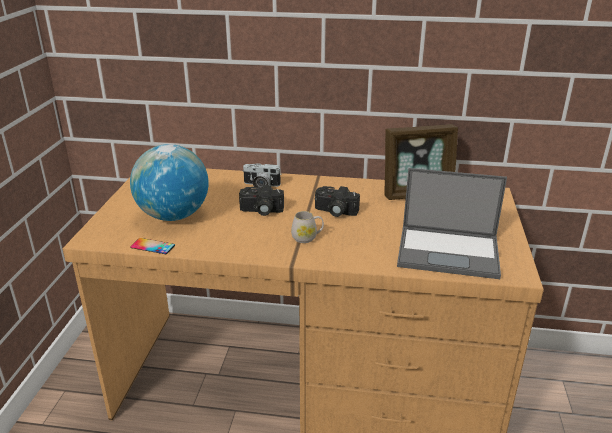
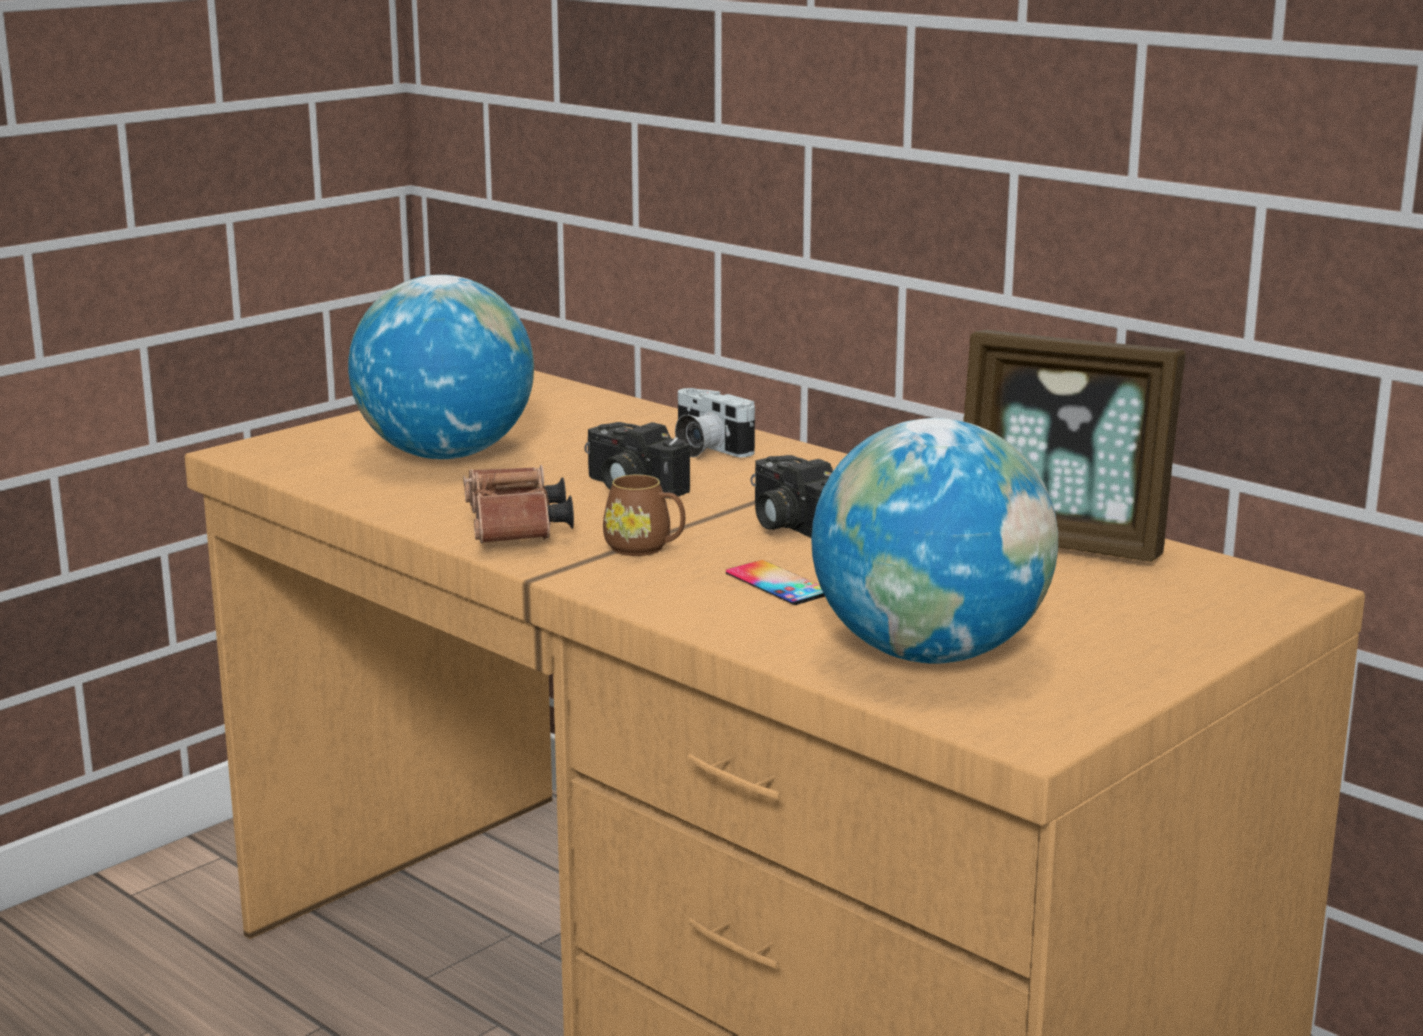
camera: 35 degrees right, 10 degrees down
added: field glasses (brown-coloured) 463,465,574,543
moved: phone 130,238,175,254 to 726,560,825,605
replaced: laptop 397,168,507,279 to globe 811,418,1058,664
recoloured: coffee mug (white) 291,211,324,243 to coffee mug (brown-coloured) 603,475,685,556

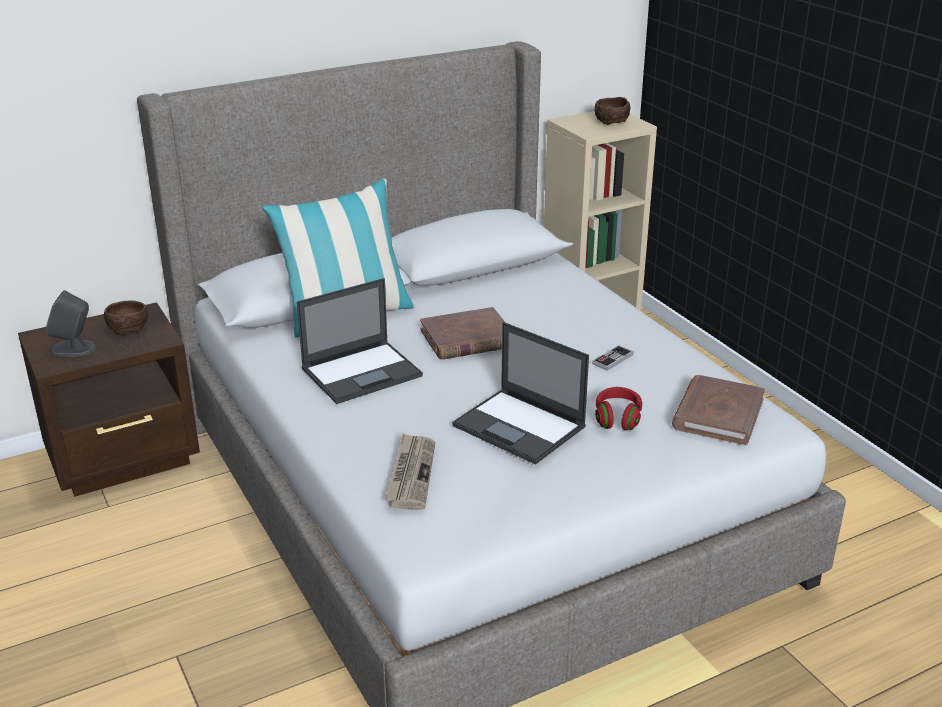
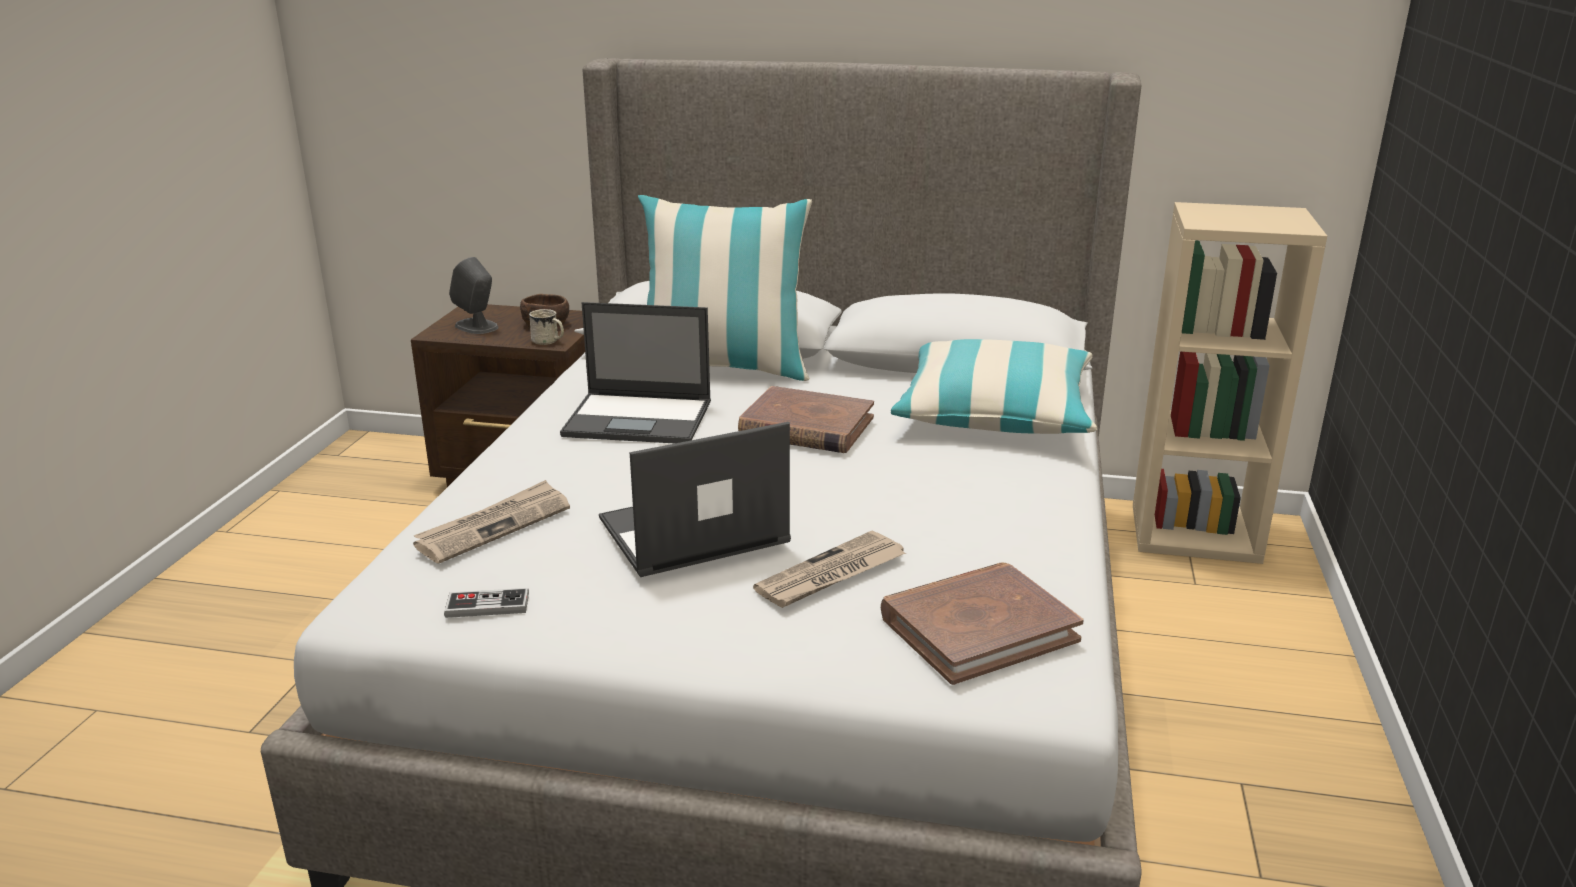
camera: 40 degrees right, 5 degrees down
removed: serving bowl (brown-coloured) 594,97,630,125
added: coffee mug (white) 529,309,564,345; throw pillow 891,339,1097,434
moved: game controller 592,345,633,371 to 444,588,529,618
replaced: headset (red-coloured) 595,387,642,431 to newspaper 753,531,906,608
turned: laptop 452,322,589,465 = 599,422,791,577 75 degrees clockwise

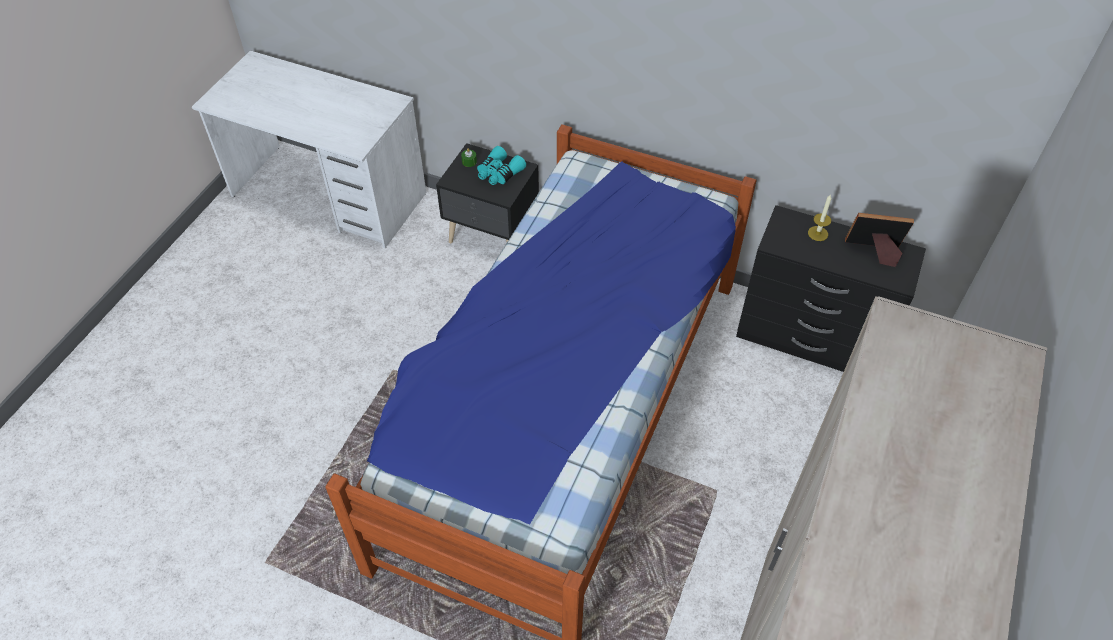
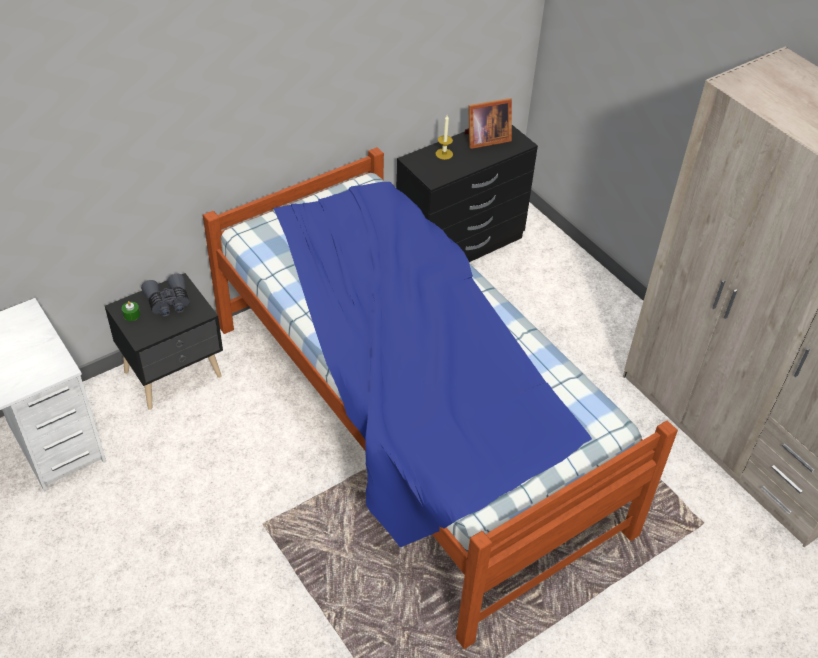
camera: 60 degrees left, 5 degrees down
recoloured: field glasses (turquoise) 477,146,526,185 to field glasses (grey) 141,273,190,316
turned: picture frame 845,213,914,267 = 465,98,512,149 150 degrees counterclockwise

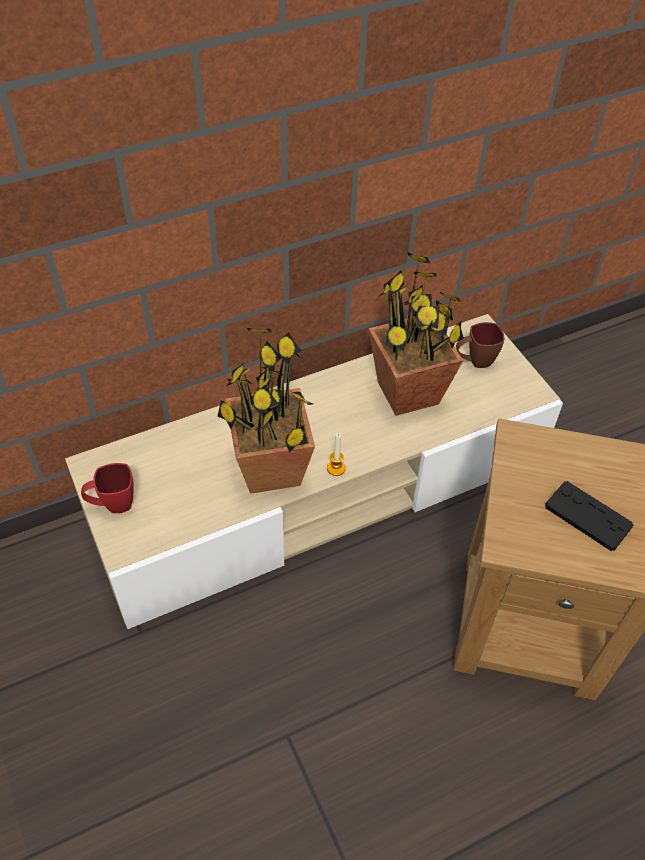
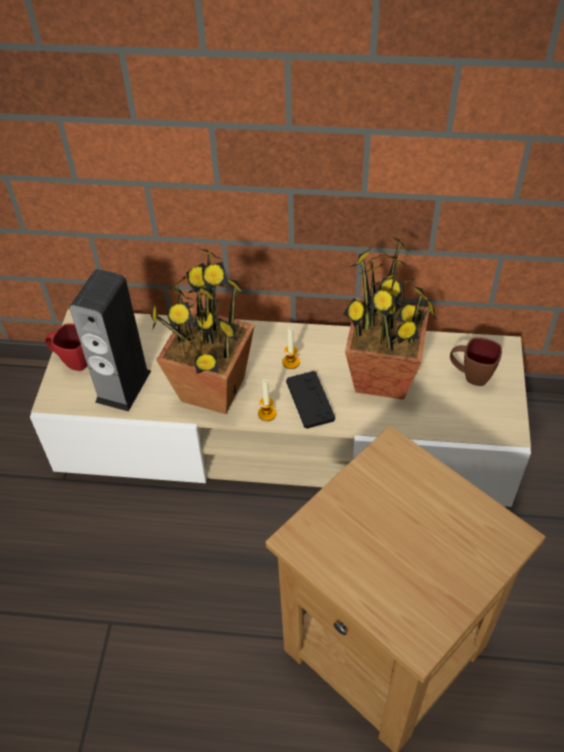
camera: 35 degrees right, 0 degrees up
added: audio speaker 69,269,151,412; wax light 282,327,300,369
moved: game controller (black-coloured) 545,481,633,551 to 286,371,335,429

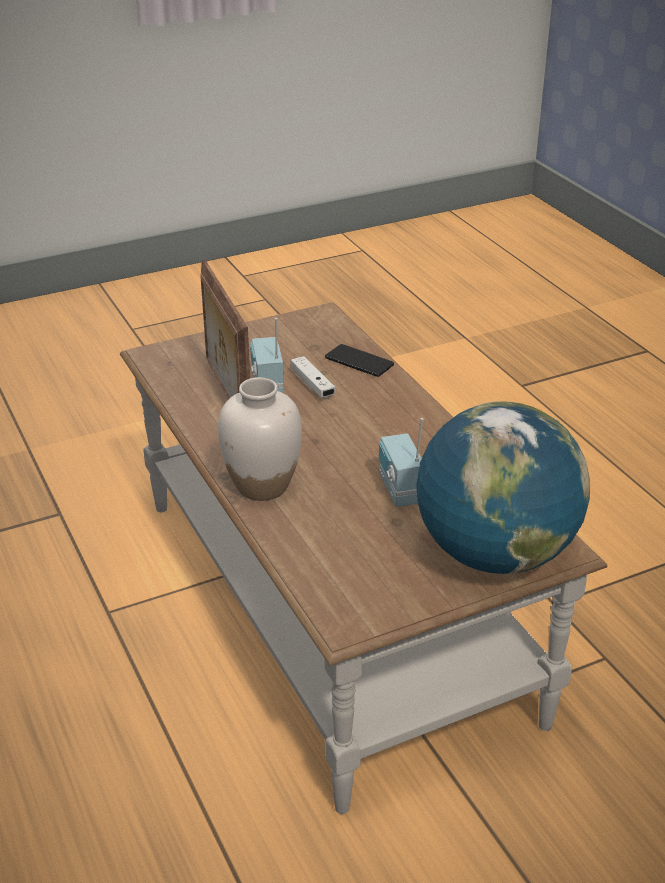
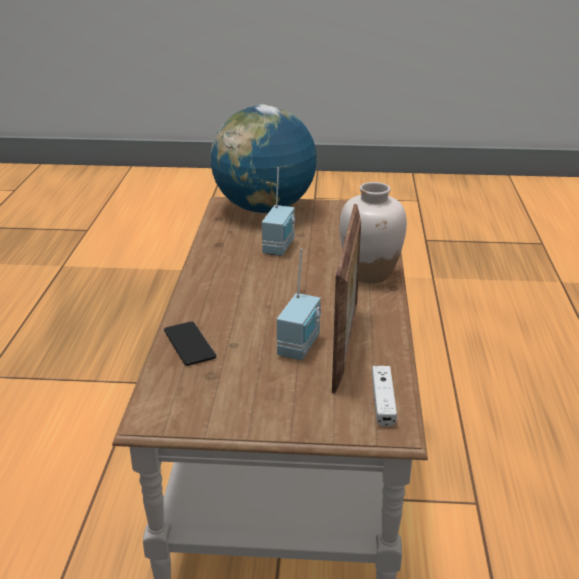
camera: 150 degrees left, 5 degrees down
moved: game controller (white) 291,356,336,398 to 372,366,397,427

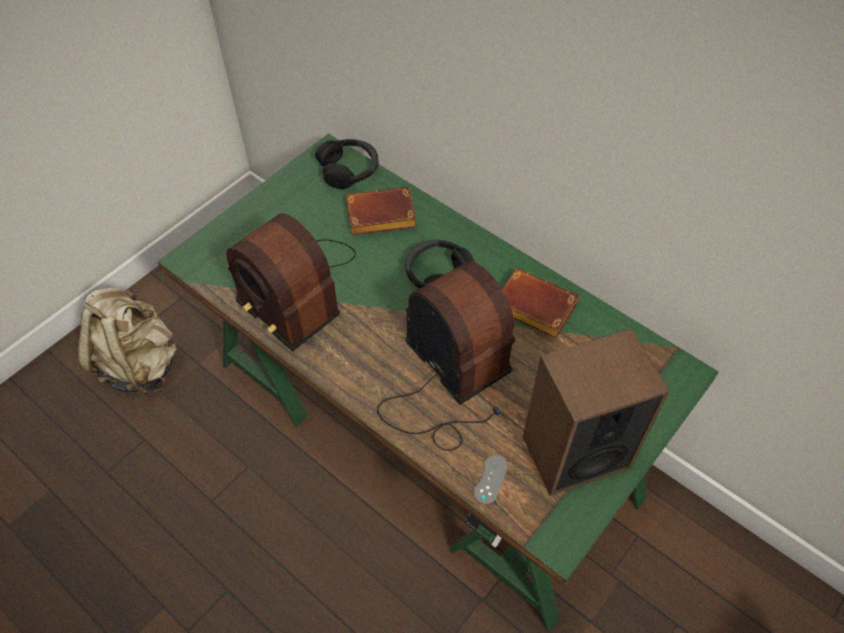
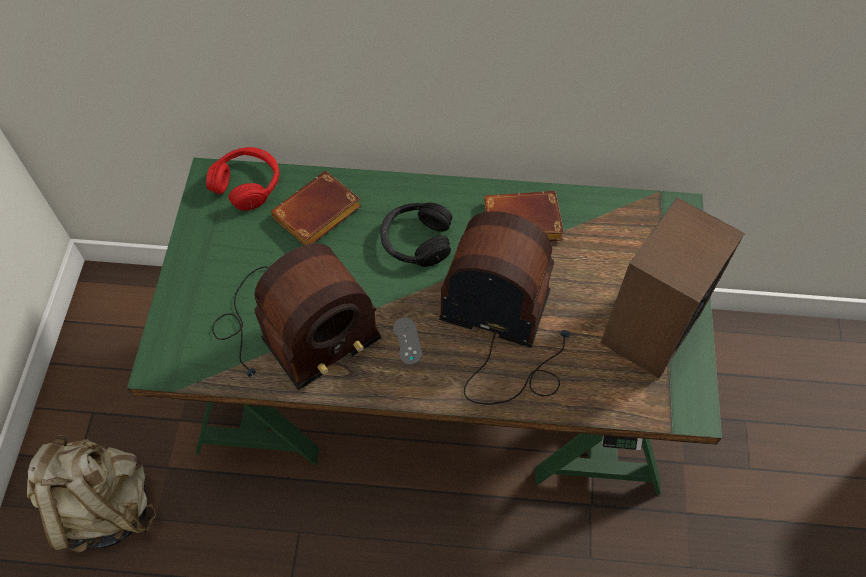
camera: 35 degrees left, 5 degrees up
moved: game controller (grey) 474,455,508,504 to 393,318,422,364
recoloured: headset (black-coloured) 315,139,379,189 to headset (red-coloured) 206,147,279,211
turned: radio receiver 226,213,356,352 = 212,243,381,390 45 degrees counterclockwise

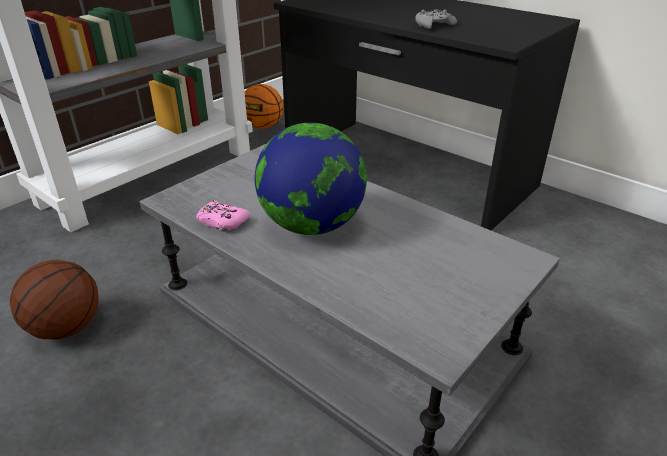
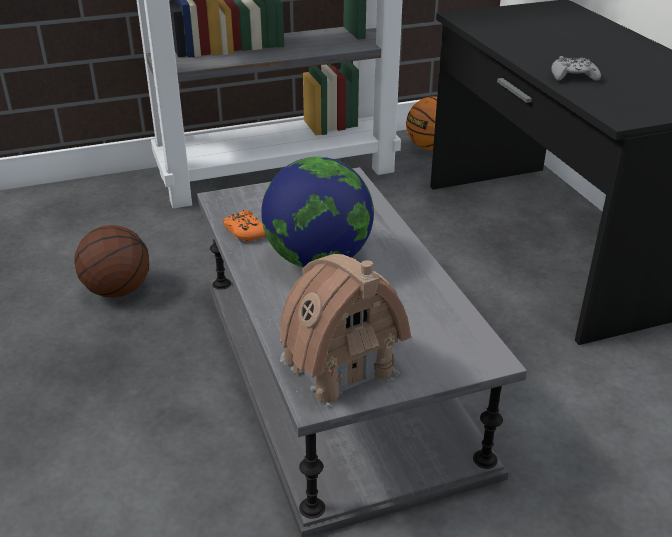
camera: 30 degrees right, 0 degrees up
added: model house 280,254,411,407
recoloured: game controller (pink-coloured) 196,200,251,230 to game controller (orangey) 223,210,266,242

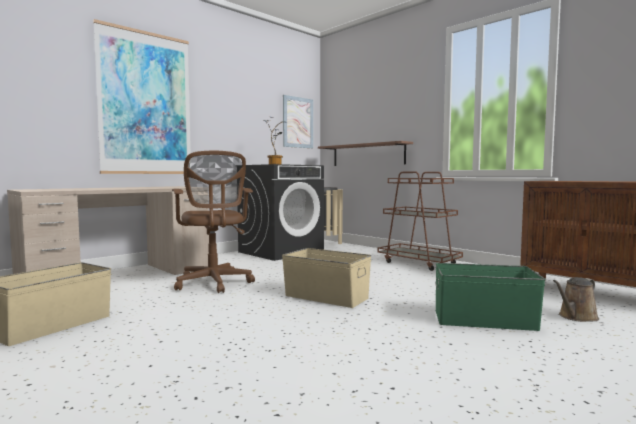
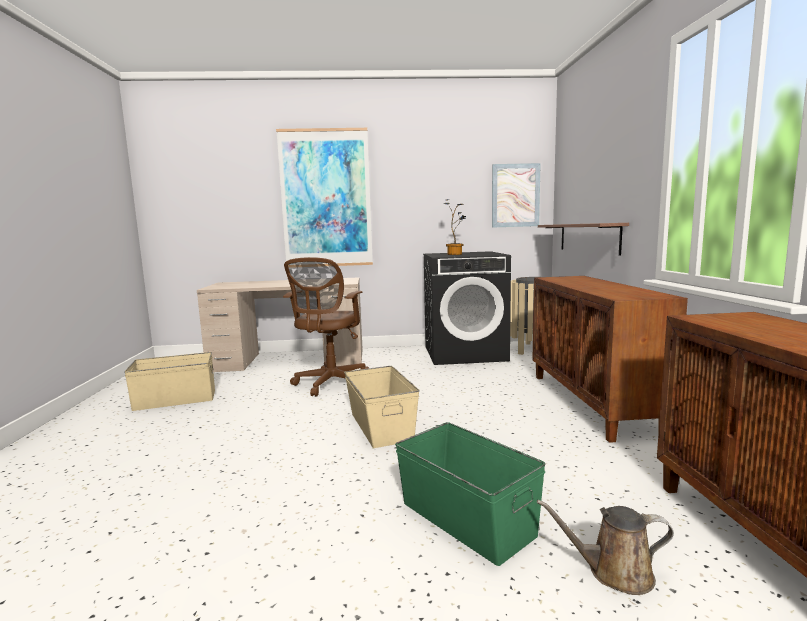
camera: 40 degrees right, 5 degrees up
replaced: wheeled cart (brown-coloured) 377,172,463,271 to storage cabinet (brown-coloured) 532,276,688,443

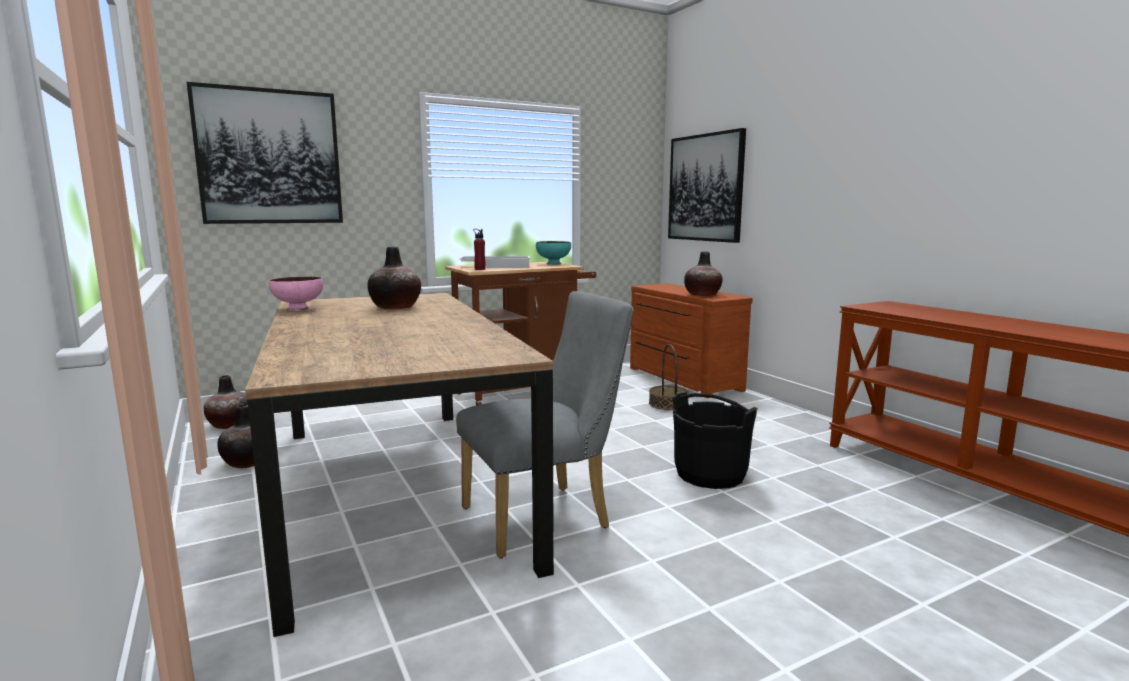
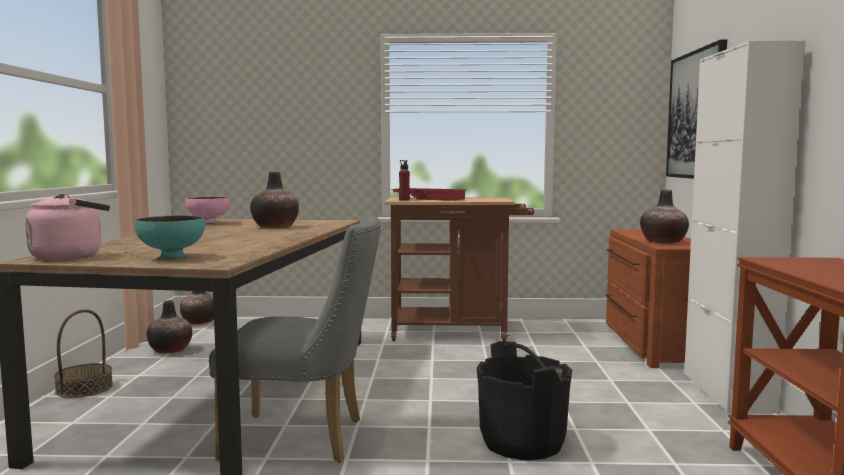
camera: 30 degrees right, 5 degrees down
removed: picture 187,82,343,224
added: water kettle (pink-coloured) 25,193,110,260; storage cabinet (white) 684,40,806,414
moved: storage basket 649,344,689,410 to 54,309,113,398; serving bowl (turquoise) 536,241,571,265 to 135,215,205,260
recoloured: carrying tray (white) 459,256,531,268 to carrying tray (red-coloured) 391,188,467,201

